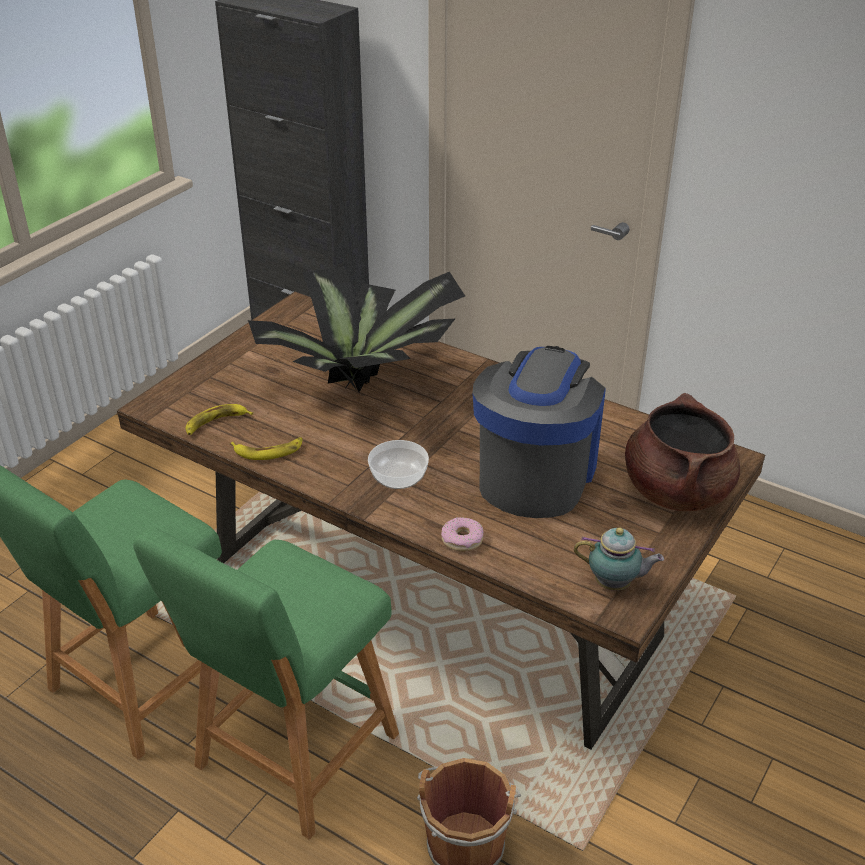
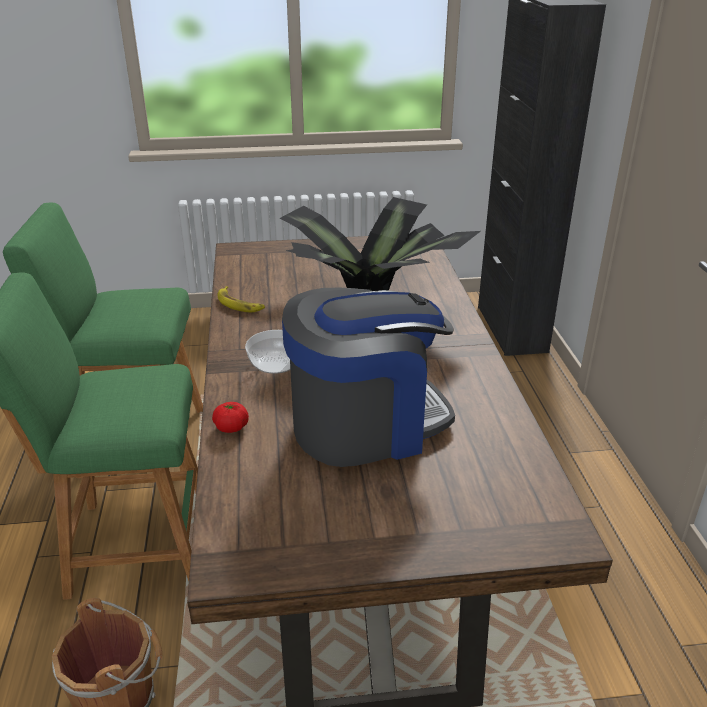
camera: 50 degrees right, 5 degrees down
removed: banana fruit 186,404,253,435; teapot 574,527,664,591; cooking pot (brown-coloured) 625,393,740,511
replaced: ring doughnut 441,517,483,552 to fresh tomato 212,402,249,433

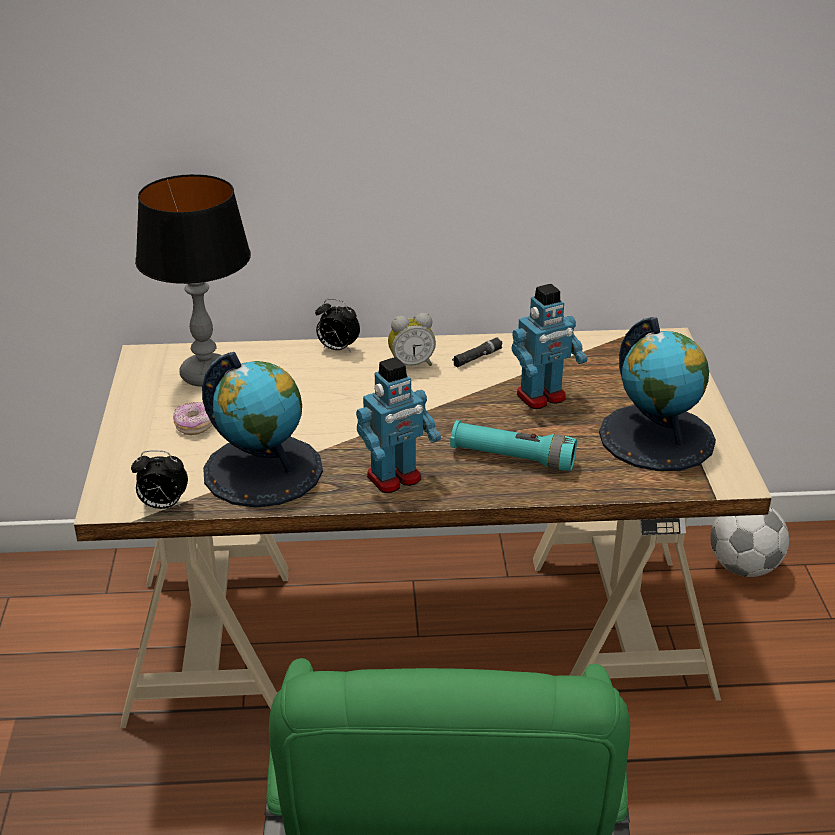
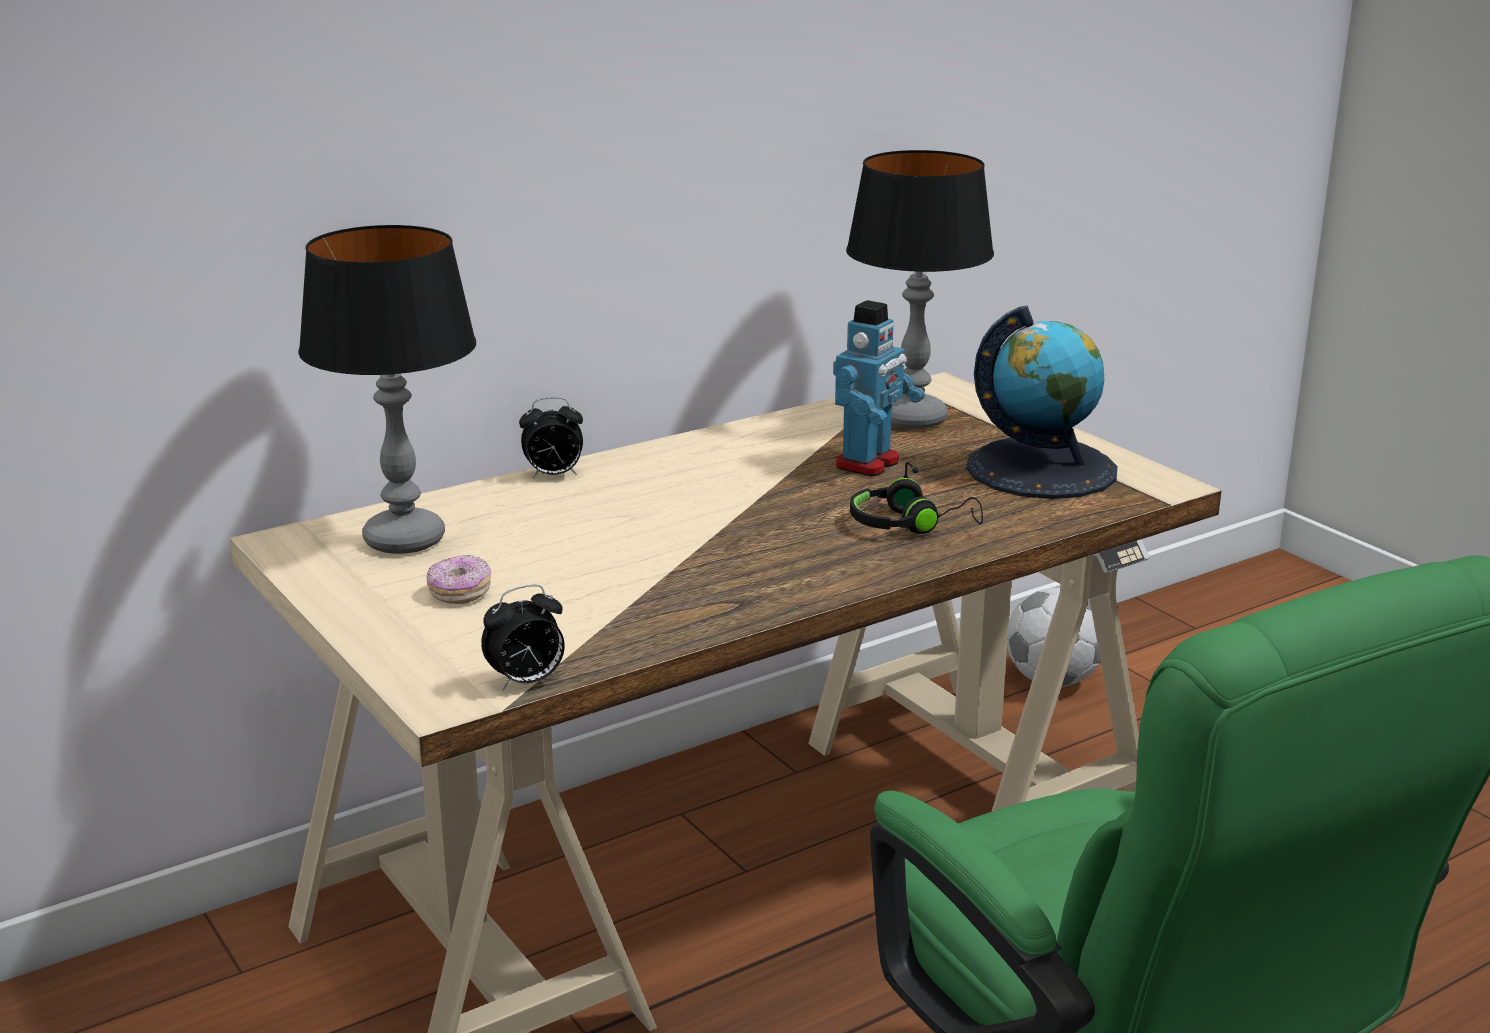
camera: 30 degrees left, 10 degrees down
removed: globe 202,352,323,508; model robot 356,357,441,493; bedside clock 388,313,436,366; hand torch (black-coloured) 452,337,502,367
added: lamp for a table 846,150,994,429
replaced: hand torch (turquoise) 450,420,577,471 to headset (black-coloured) 850,462,983,534

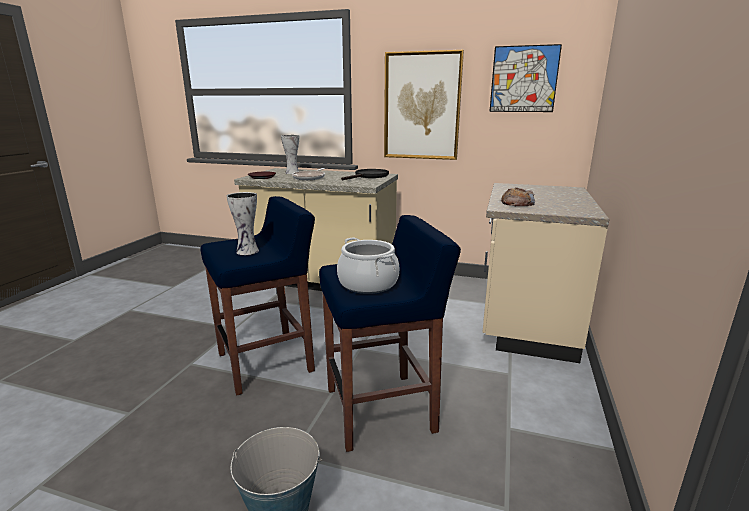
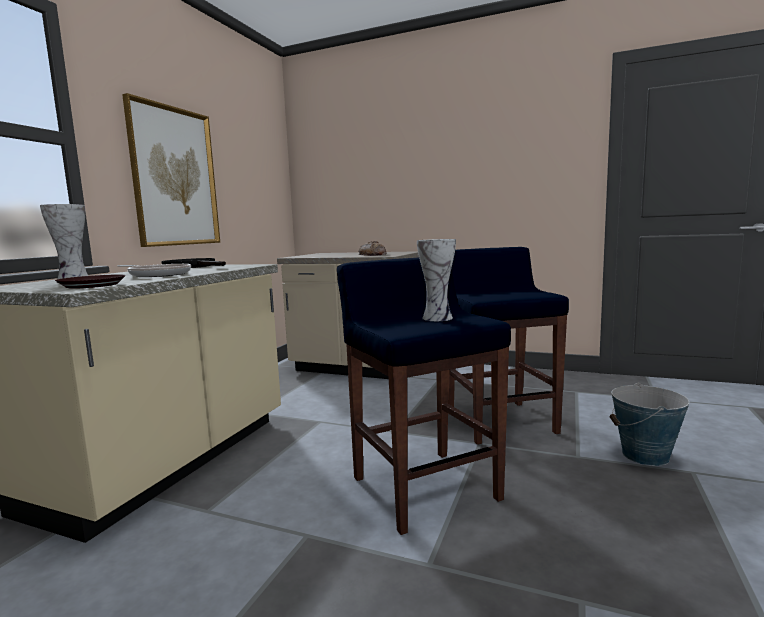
camera: 85 degrees left, 10 degrees down
removed: cooking pot 337,237,399,294; picture 489,44,562,112

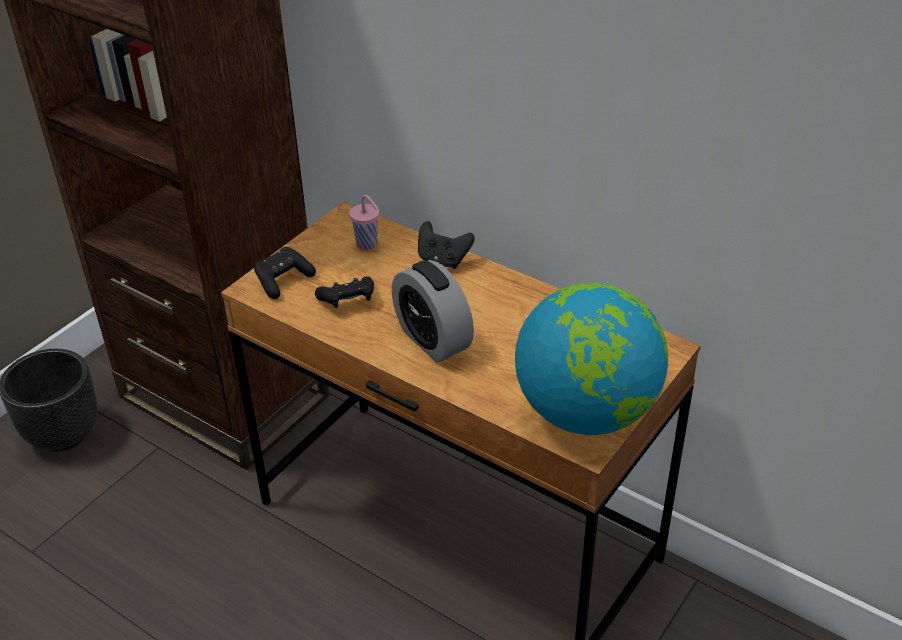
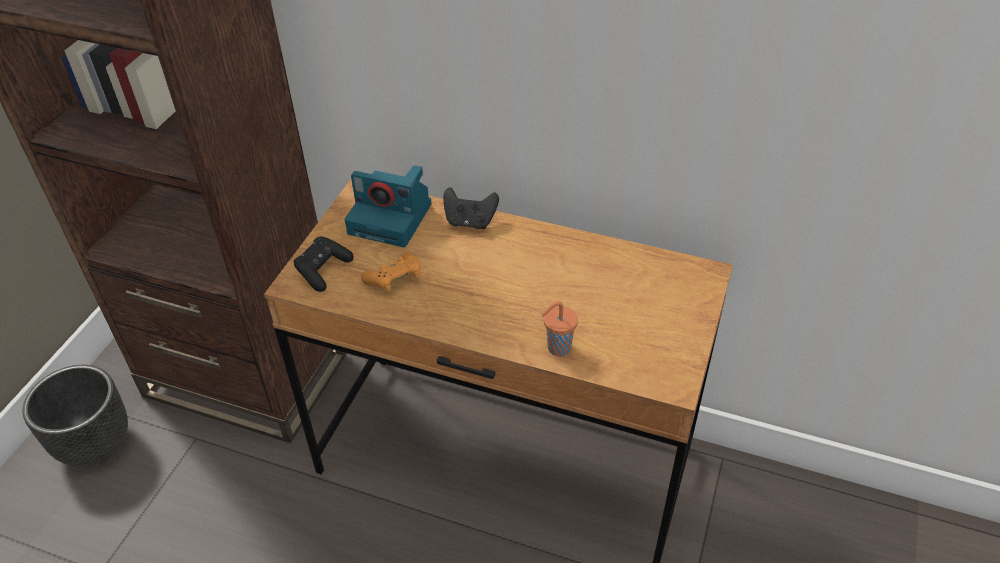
camera: 15 degrees left, 5 degrees up
removed: bedside clock 392,260,474,362; globe 515,283,668,435
added: cup (orangey) 541,301,578,356
replaced: cup (pink-coloured) 349,195,379,250 to still camera 345,165,431,247
recoloured: game controller (black-coloured) 315,276,374,308 to game controller (orangey) 361,252,421,291

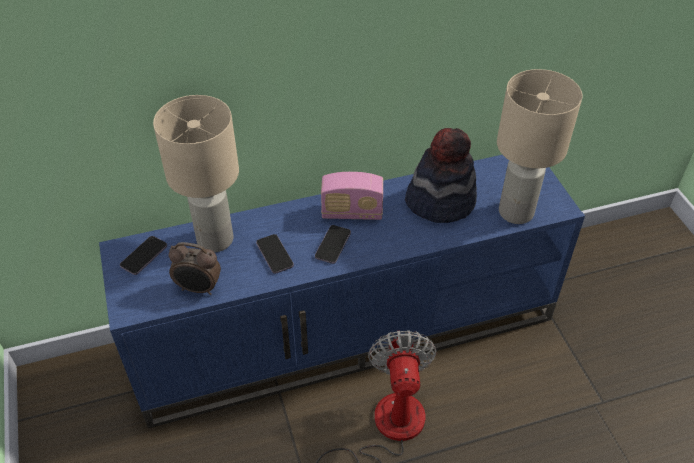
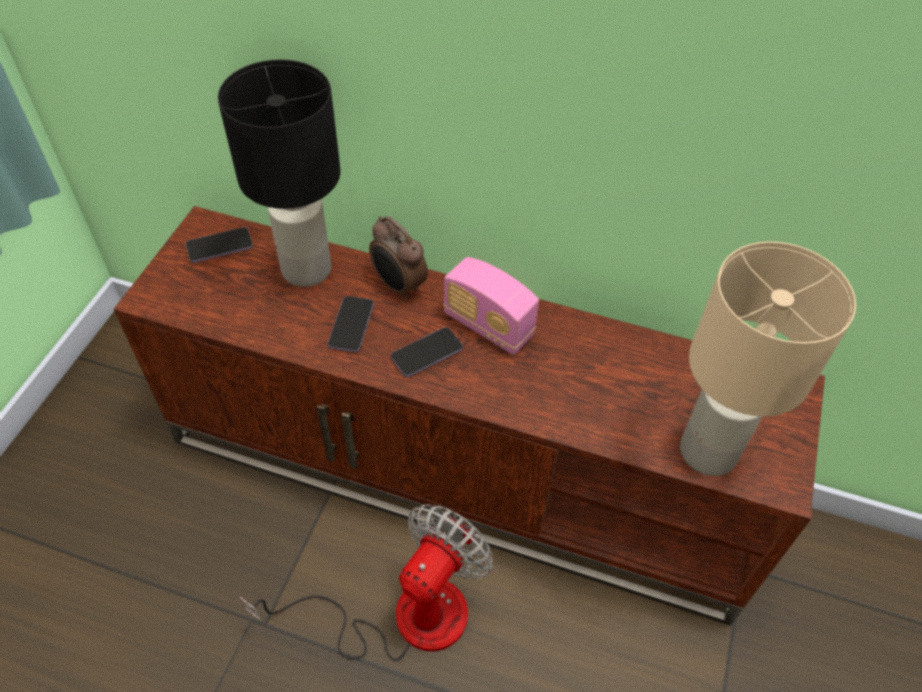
camera: 35 degrees right, 5 degrees up
removed: wearable hat 405,128,477,223
moved: bedside clock 169,242,221,295 to 369,216,428,300
recoloured: media console (blue) 99,155,585,428 to media console (brown-coloured) 114,206,825,626; lamp for a table (beige-coloured) 153,95,239,252 to lamp for a table (black-coloured) 218,60,340,287

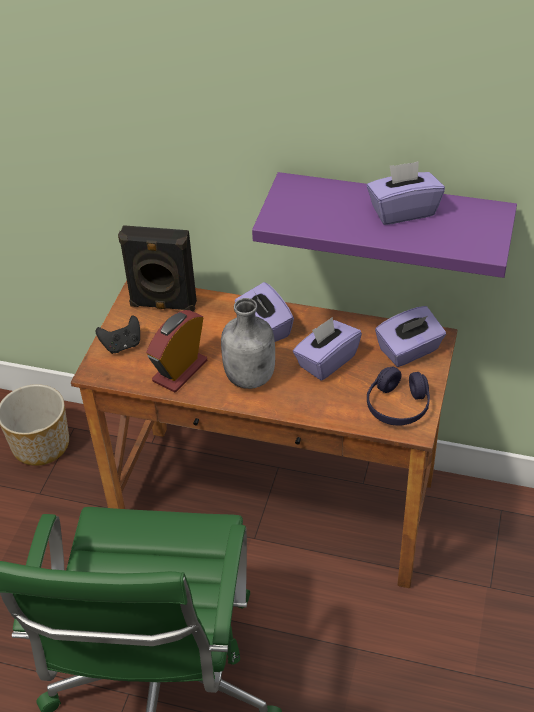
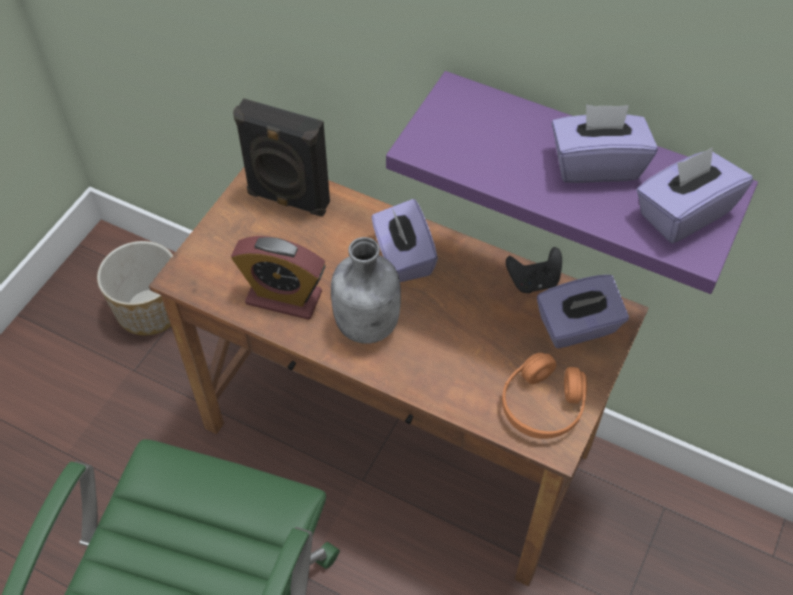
camera: 10 degrees right, 10 degrees up
moved: game controller (black-coloured) 96,316,140,354 to 506,247,562,293; tissue holder (purple-coloured) 293,317,362,381 to 637,147,753,243
recoloured: headset (purple-coloured) 367,366,430,426 to headset (orangey) 502,353,587,439
turned: bedside clock 146,310,207,392 = 231,236,326,320 120 degrees counterclockwise

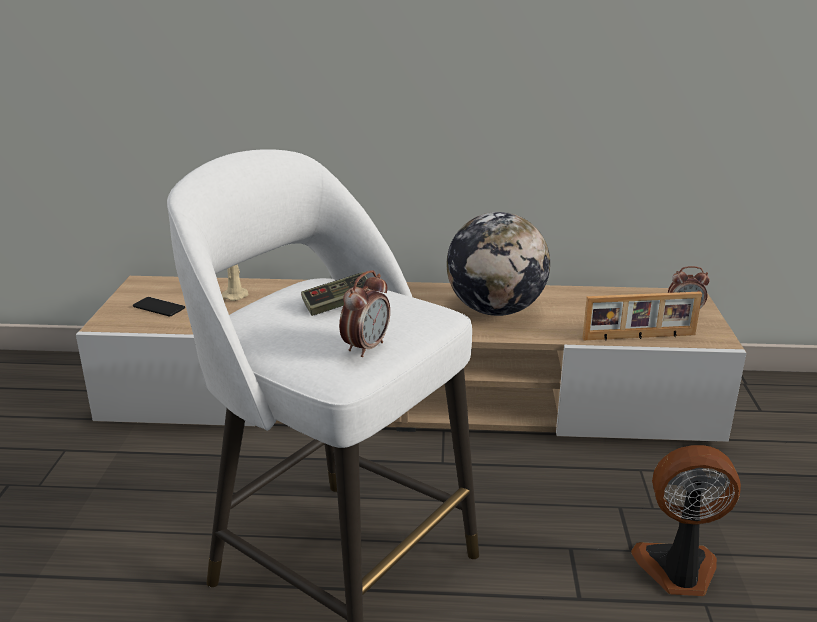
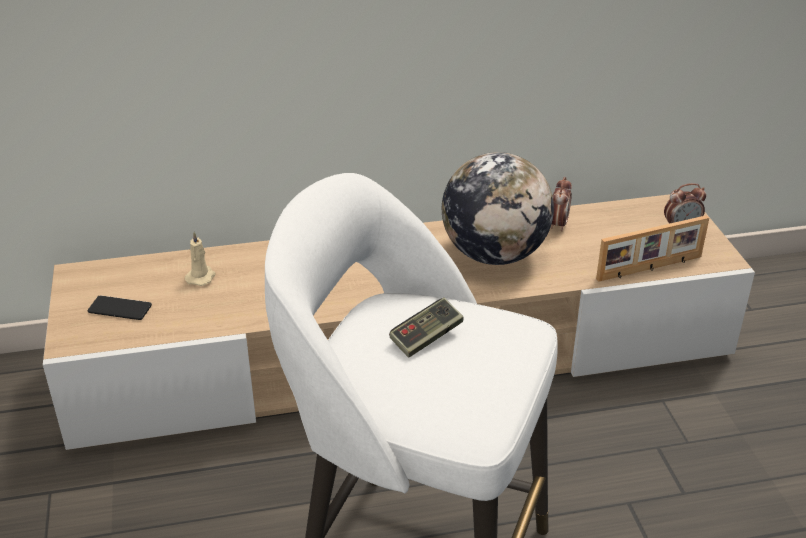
camera: 15 degrees left, 10 degrees up
removed: electric fan 631,445,741,596
moved: bedside clock 339,270,390,357 to 551,177,572,232

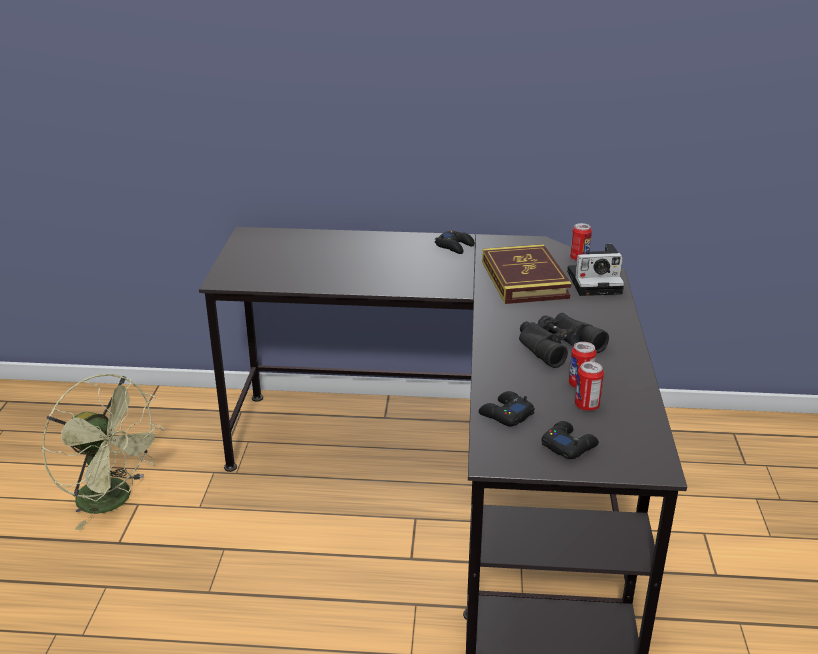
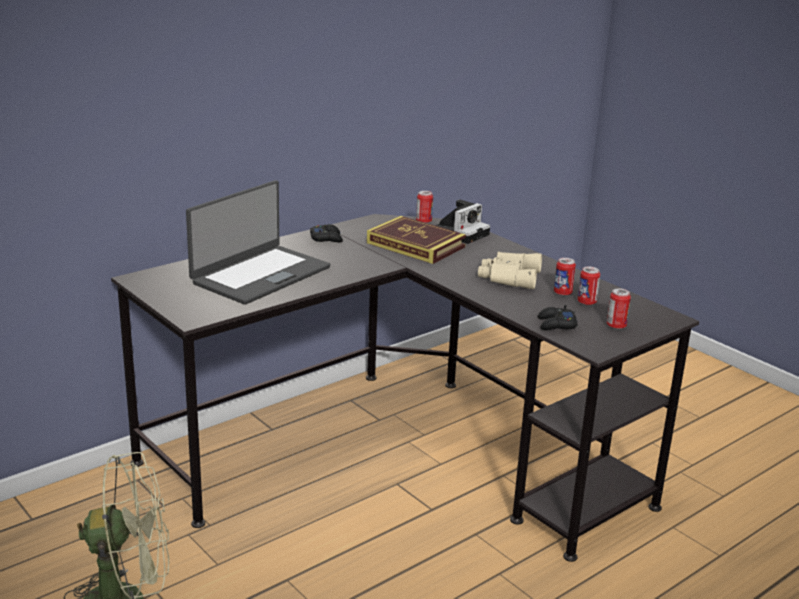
camera: 45 degrees left, 5 degrees down
added: laptop 186,180,330,305
replaced: game controller (black-coloured) 541,421,599,459 to metal can 607,288,631,329
recoloured: field glasses (black-coloured) 519,313,609,368 to field glasses (beige-coloured) 478,252,542,289

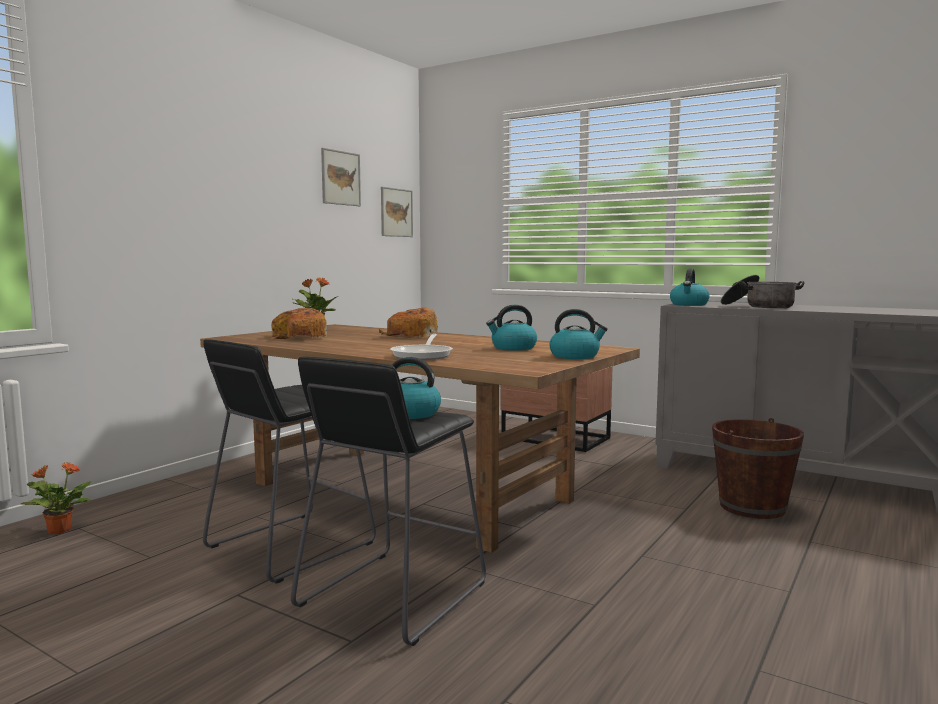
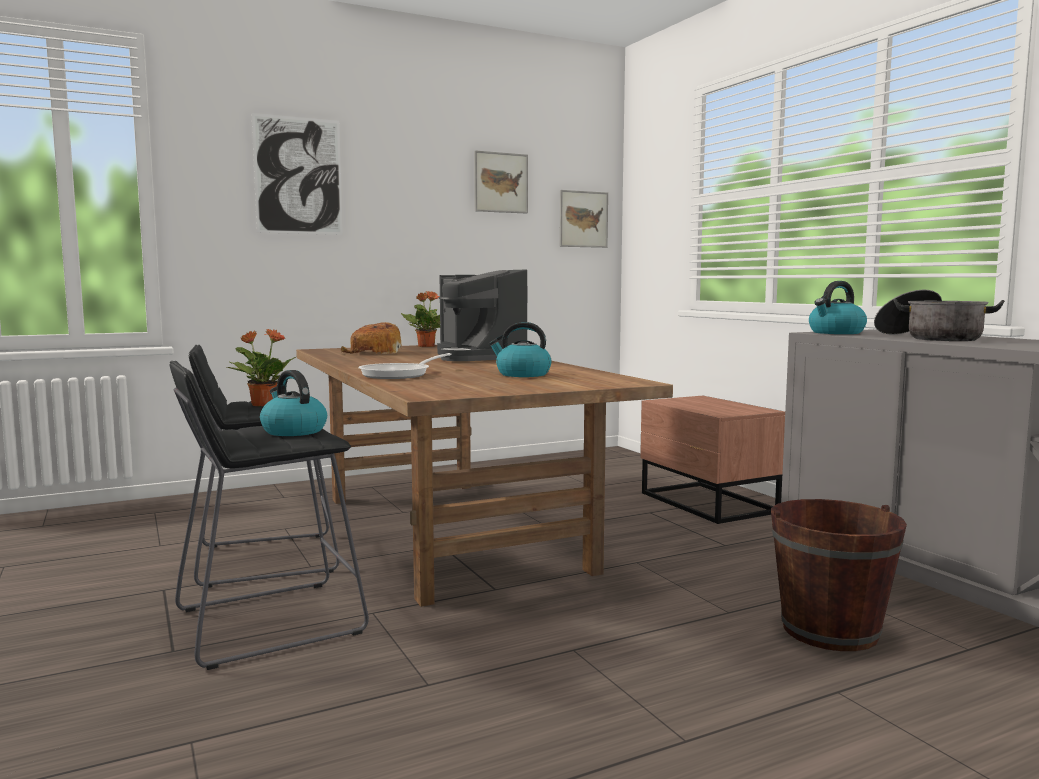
camera: 30 degrees right, 0 degrees up
removed: water kettle 549,309,608,359
added: picture 252,113,343,235
moved: houseplant 21,462,91,535 to 227,329,296,407
replaced: bread 379,307,438,338 to coffee maker 437,269,527,361

